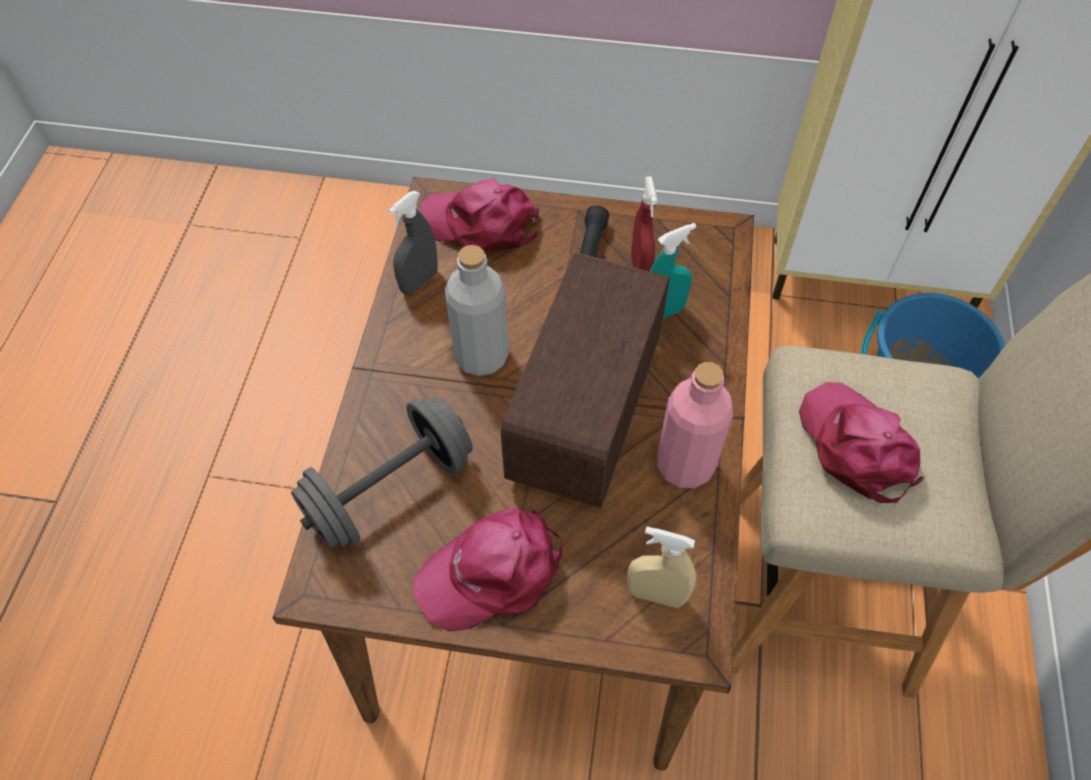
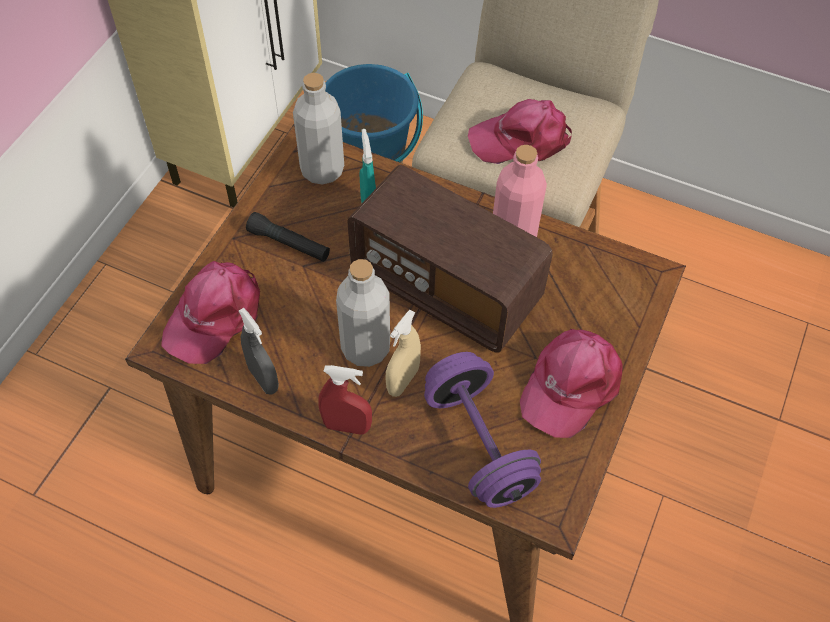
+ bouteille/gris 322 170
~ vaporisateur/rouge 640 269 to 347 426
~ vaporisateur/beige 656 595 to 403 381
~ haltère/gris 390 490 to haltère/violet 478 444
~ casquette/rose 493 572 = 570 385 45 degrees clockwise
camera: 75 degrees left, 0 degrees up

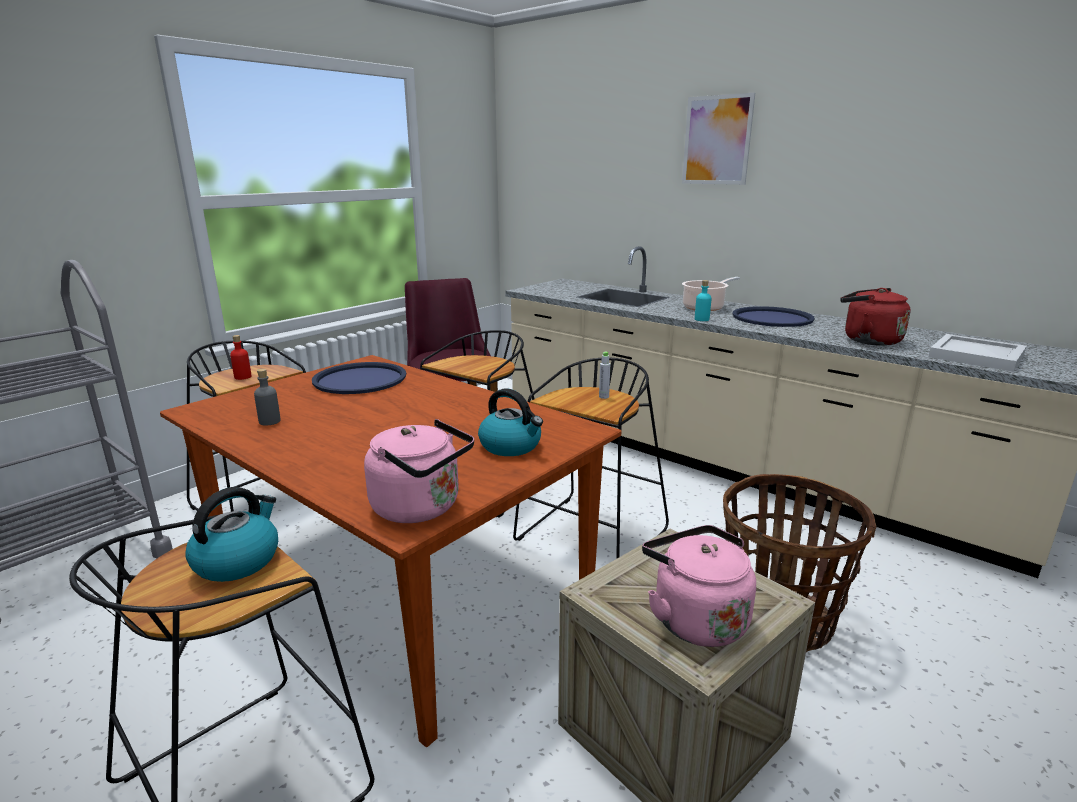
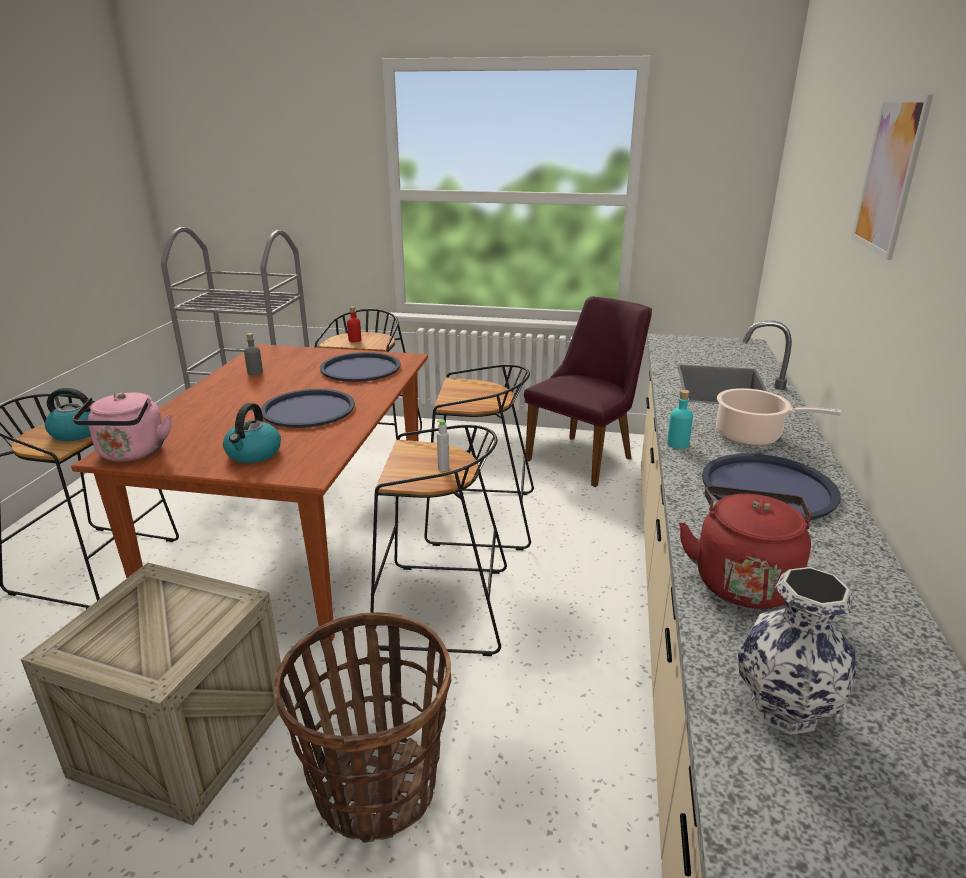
+ plateau/bleu 308 410
~ plateau/blanc 974 356 to vase 782 706
- bouilloire/rose 695 618
camera: 60 degrees right, 5 degrees up

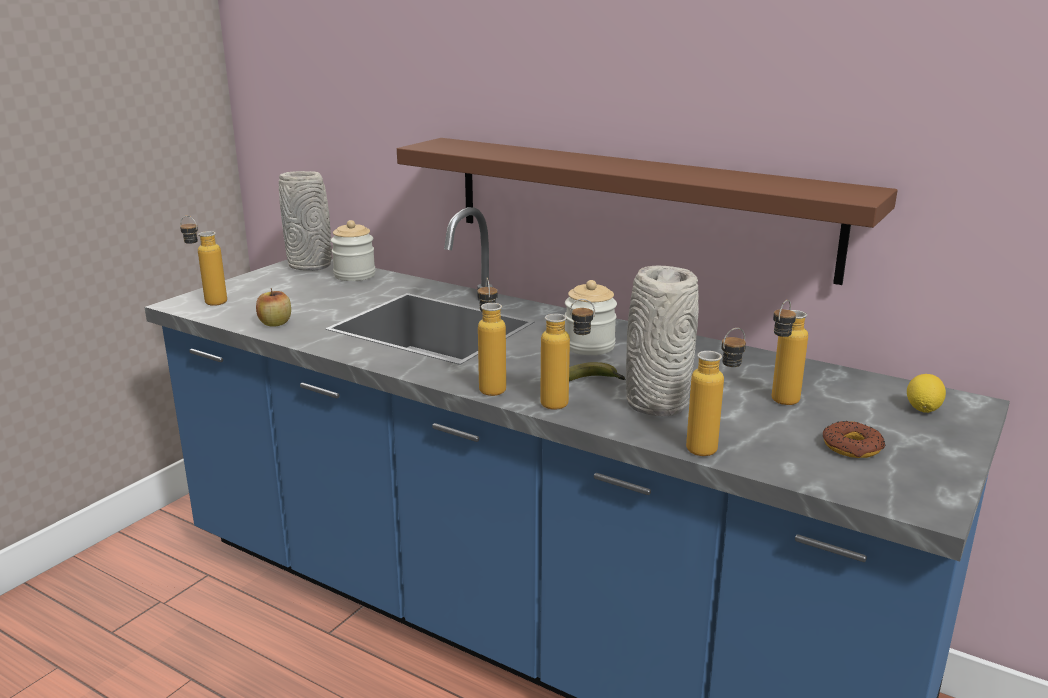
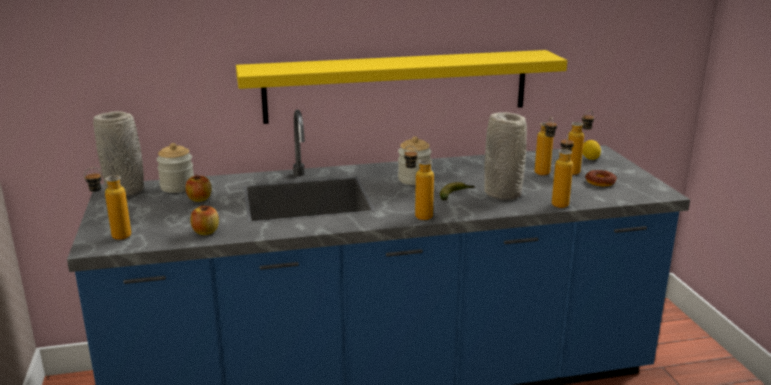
+ pomme 199 199
~ étagère/marron 636 205 to étagère/jaune 397 86
~ bouteille 566 405 to 577 171
camera: 45 degrees left, 0 degrees up

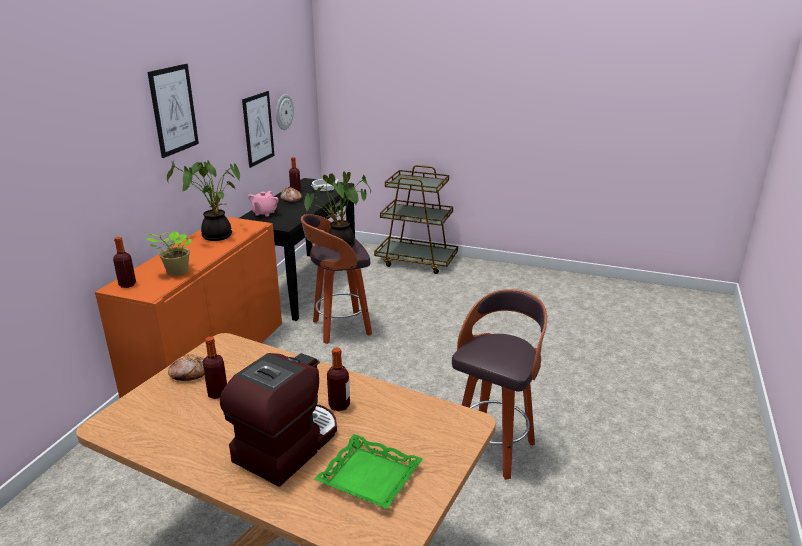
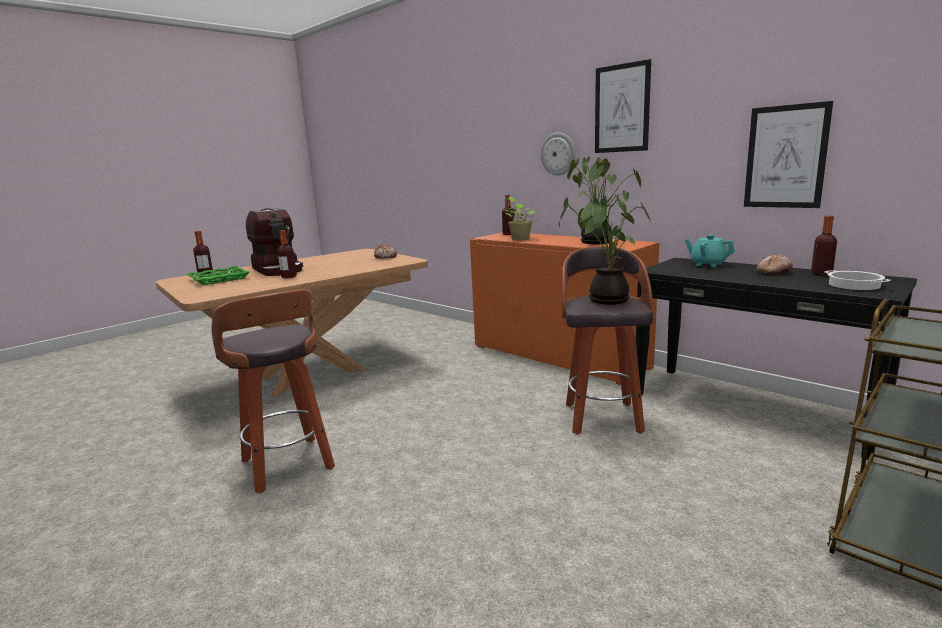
~ bouteille 218 393 to 205 275
~ horloge murale 283 112 to 558 154
~ théière/rose 264 213 to théière/turquoise 708 264
camera: 115 degrees right, 10 degrees down

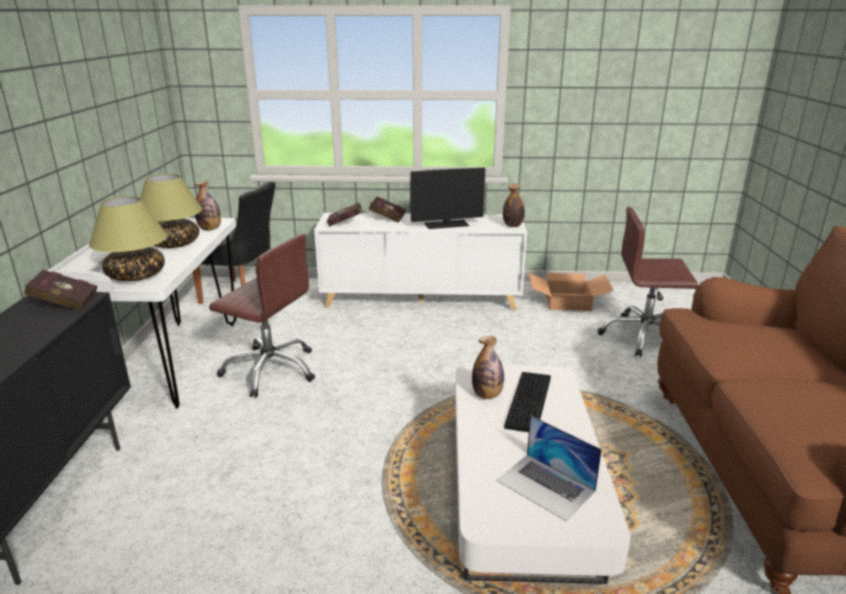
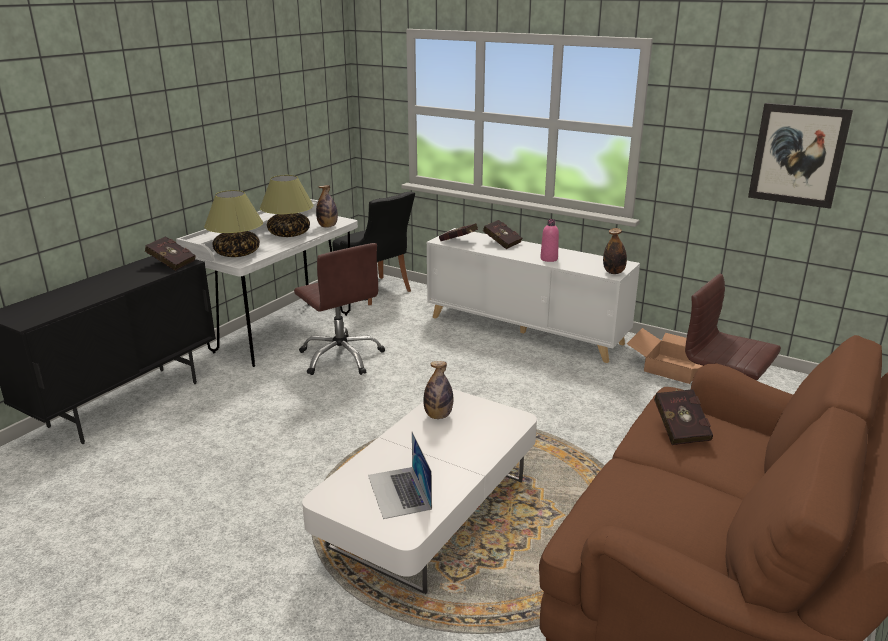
~ écran d'ordinateur 446 224 to bouteille/rose 549 259
+ livre/rouge 680 428
+ tableau 798 155
- clavier 530 403
camera: 30 degrees right, 0 degrees up

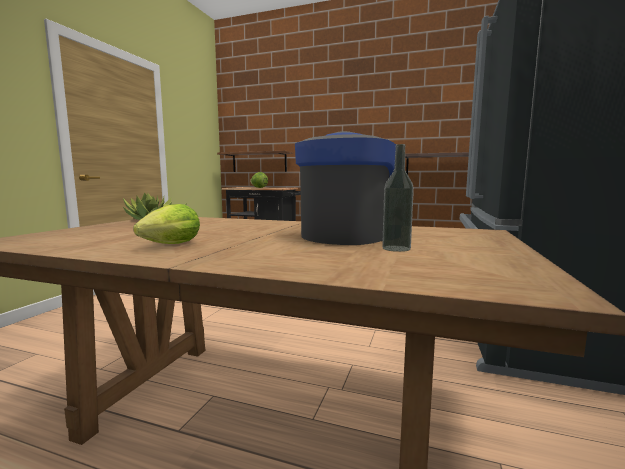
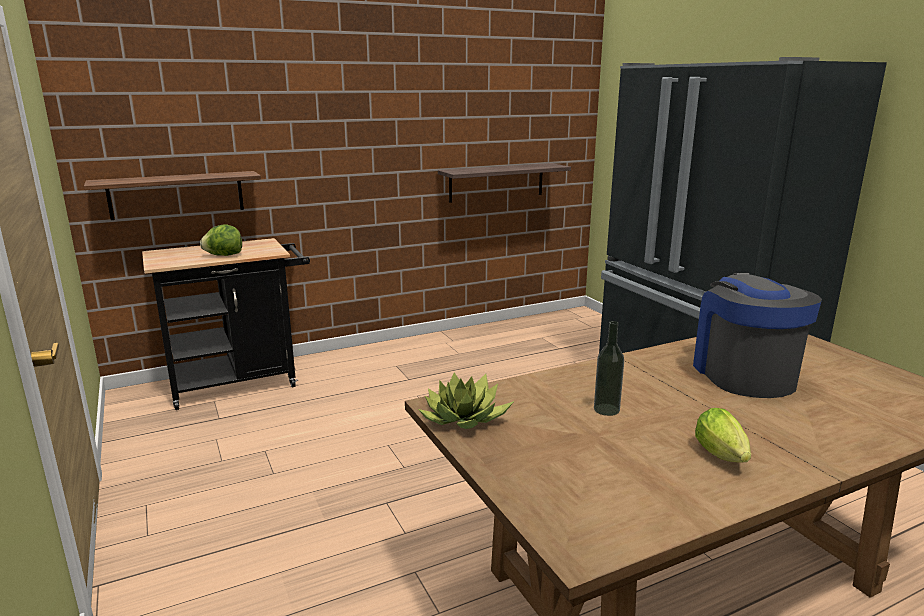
~ bouteille 396 248 to 606 409
camera: 45 degrees left, 10 degrees up

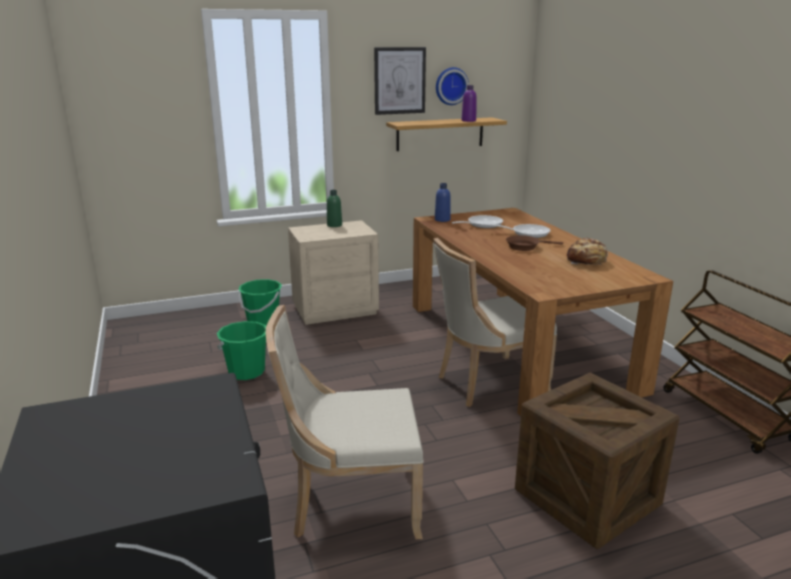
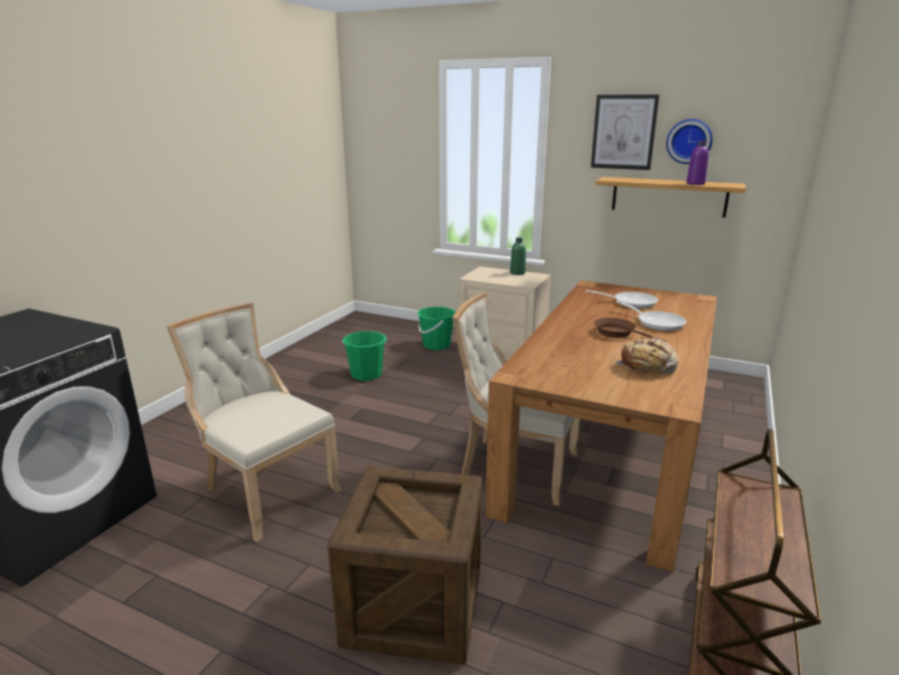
- bouteille/bleu 442 220
camera: 45 degrees right, 0 degrees up

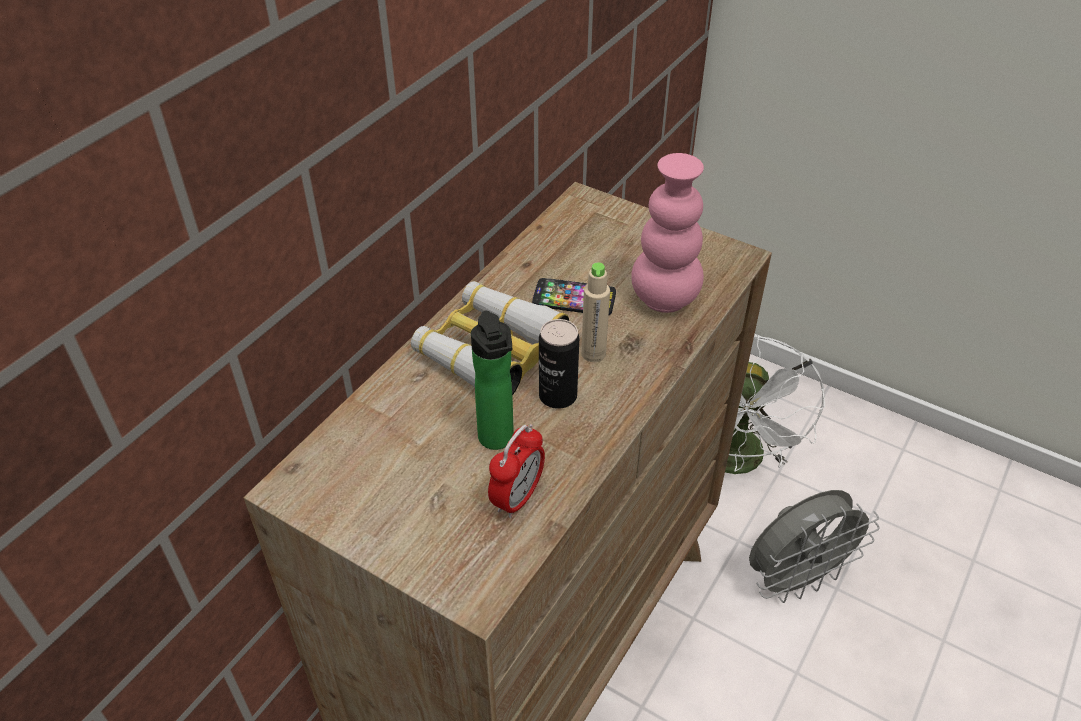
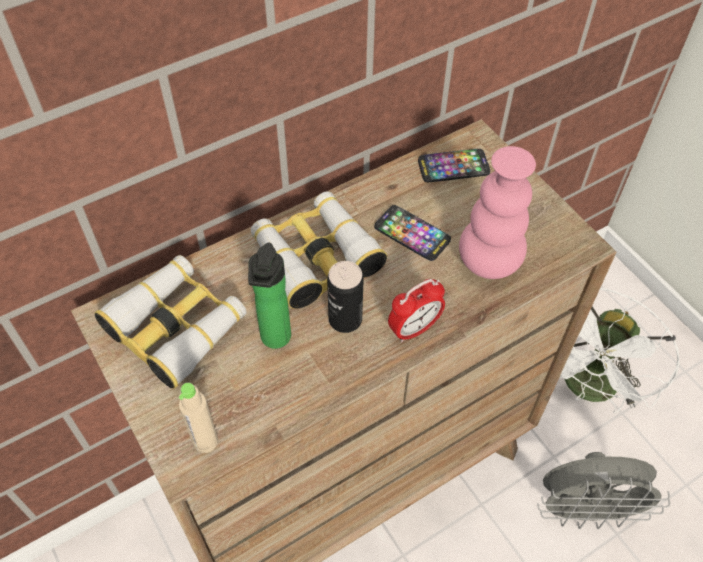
+ jumelles 176 326
~ bouteille/beige 593 353 to 205 441
~ réveil 517 498 to 414 329
+ téléphone 453 167
camera: 25 degrees right, 10 degrees up

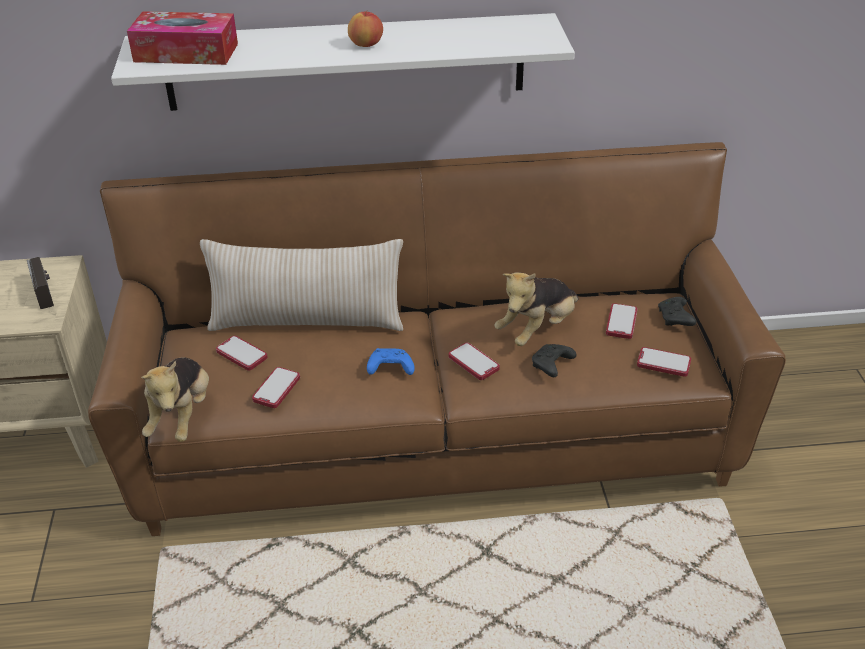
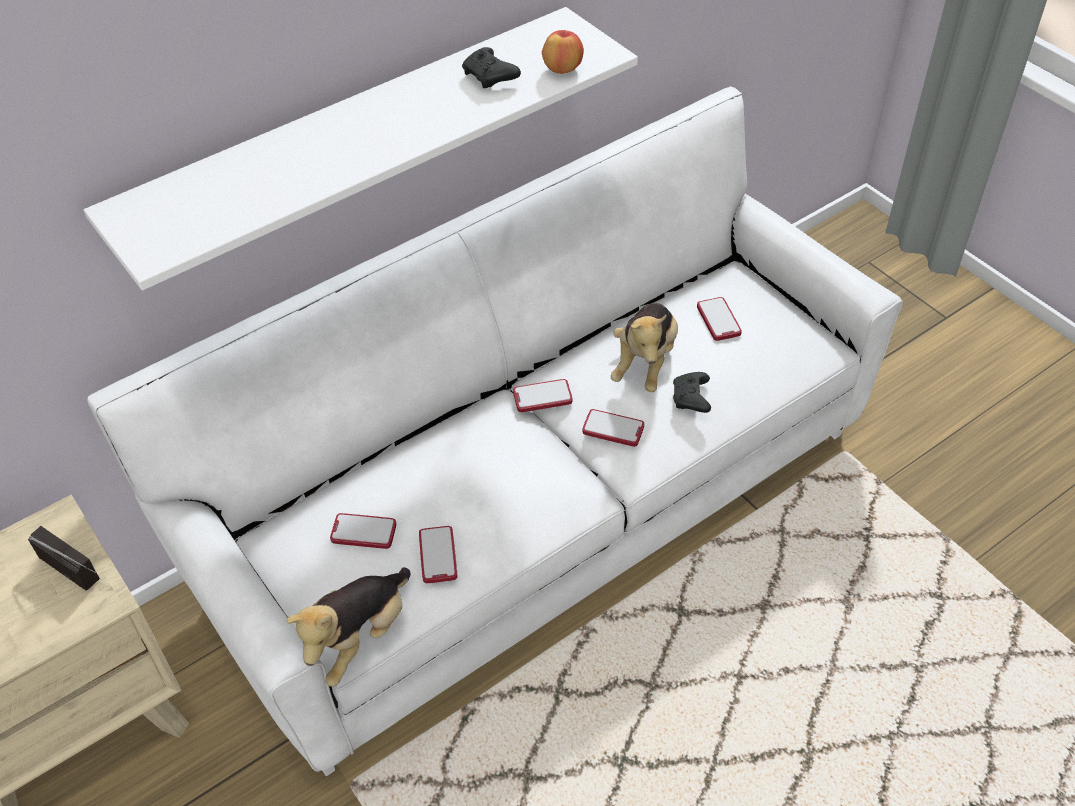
~ canapé/marron 434 436 to canapé/blanc 540 511
~ peluche 182 416 = 358 638 60 degrees clockwise
~ manette/noir 675 318 to 490 77
~ téléphone 663 363 to 542 397
~ pomme 366 45 to 562 69
- boîte à mouchoirs 186 53
- coussin/beige 307 321
- manette/bleu 389 368
camera: 30 degrees left, 10 degrees up

